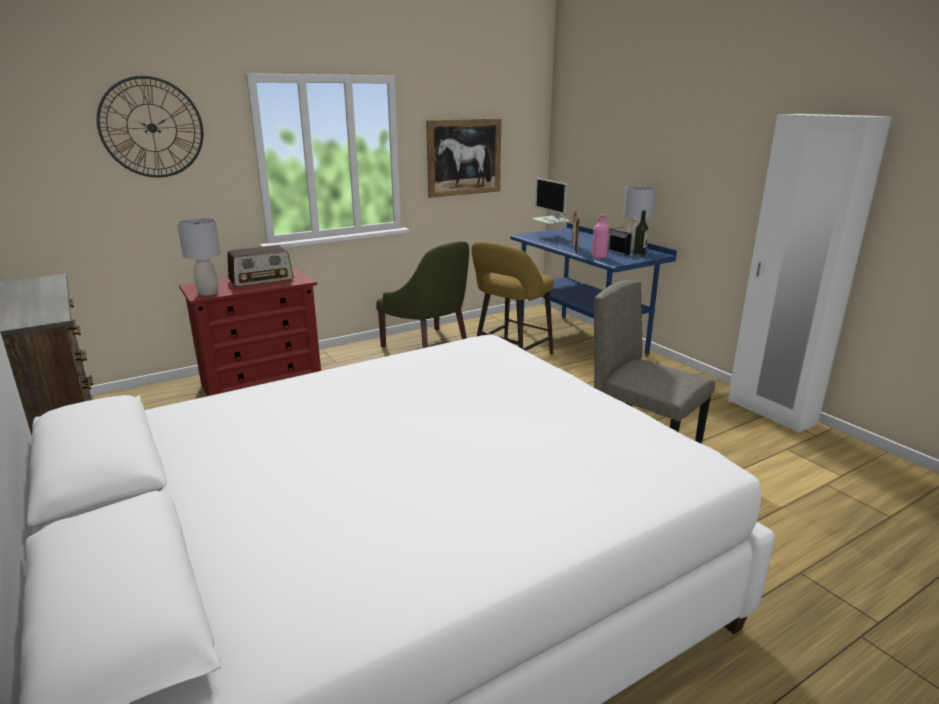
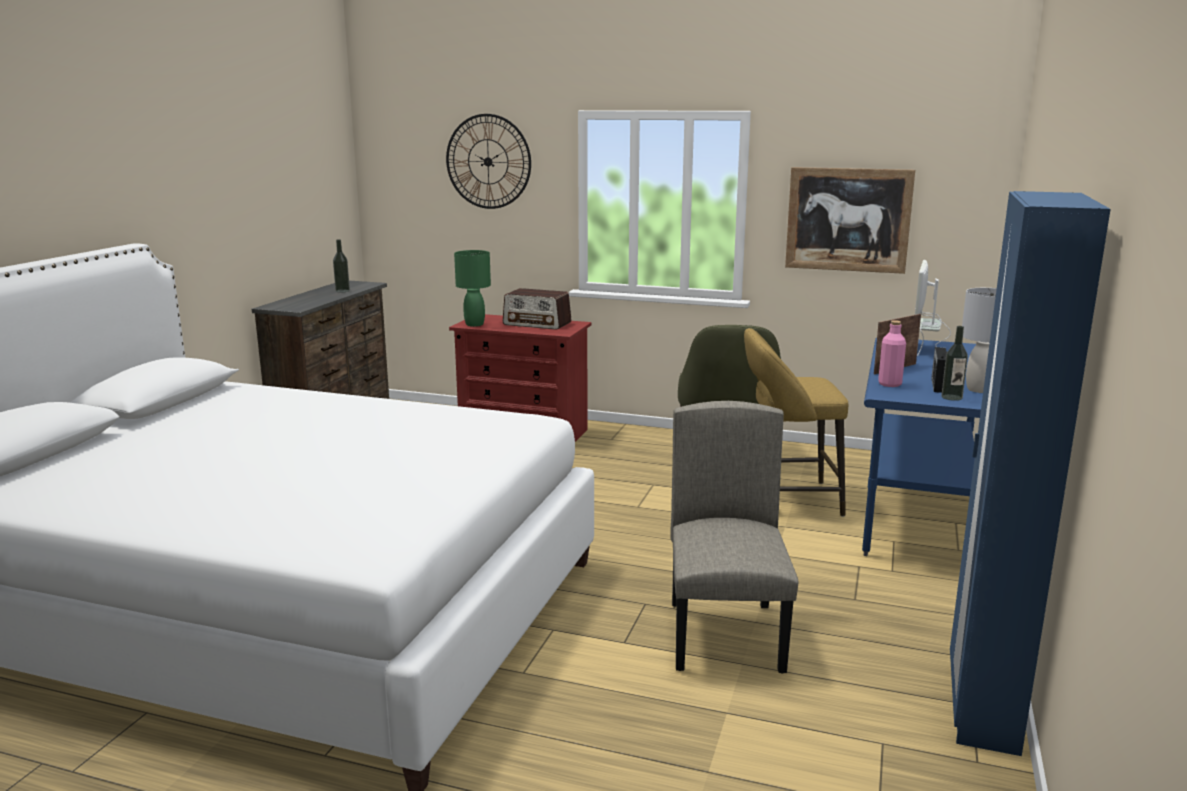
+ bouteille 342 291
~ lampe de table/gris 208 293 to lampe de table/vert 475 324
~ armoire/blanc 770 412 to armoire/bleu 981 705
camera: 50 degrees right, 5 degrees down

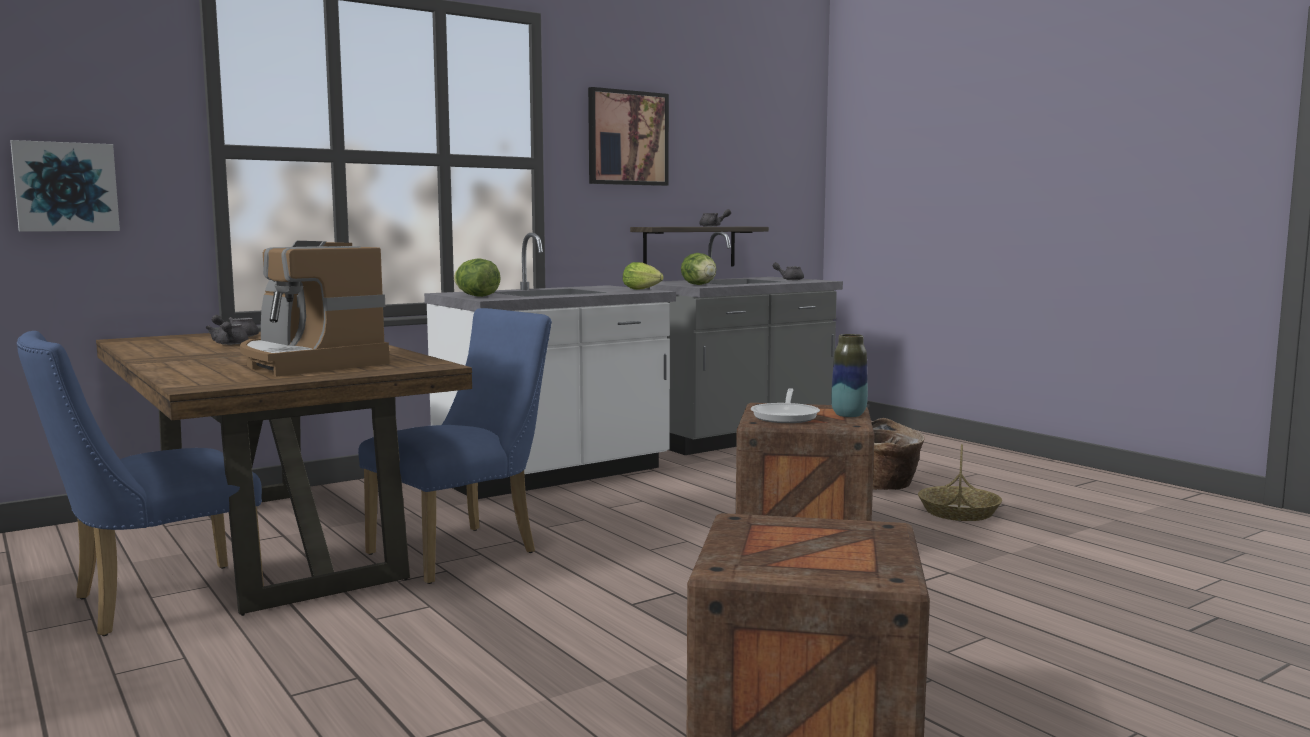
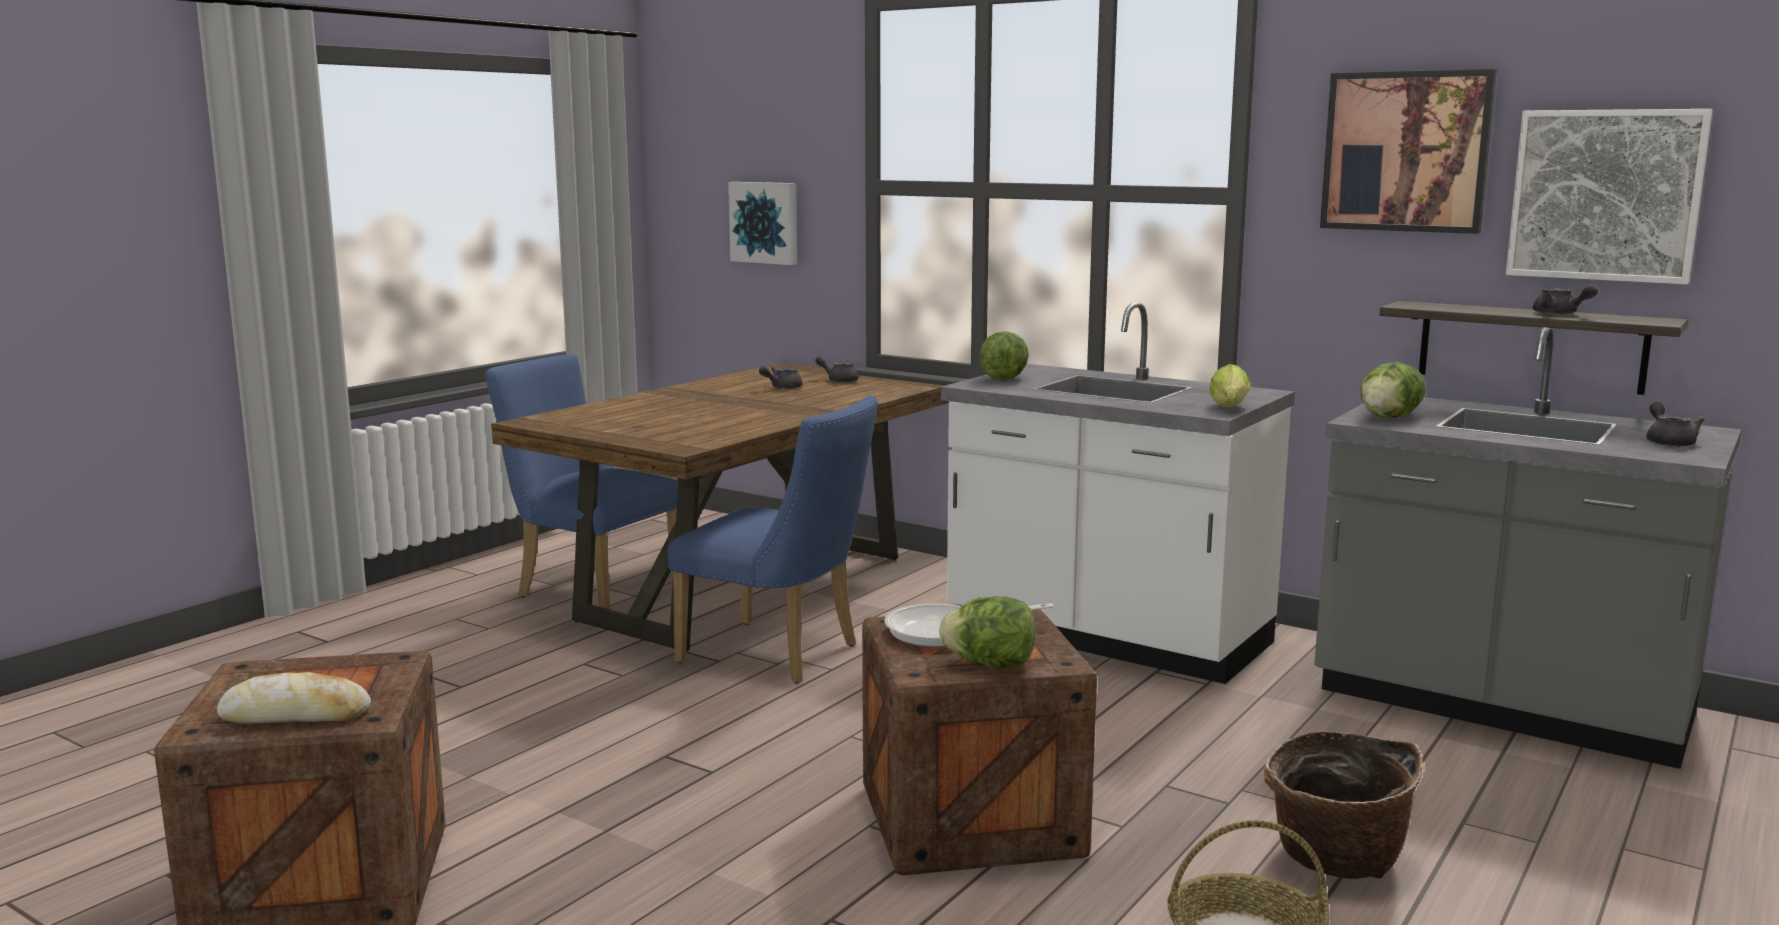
+ pain 296 716
~ vase 848 415 to laitue 990 664
+ tableau 1605 195
- machine à café 307 363
camera: 70 degrees right, 5 degrees up

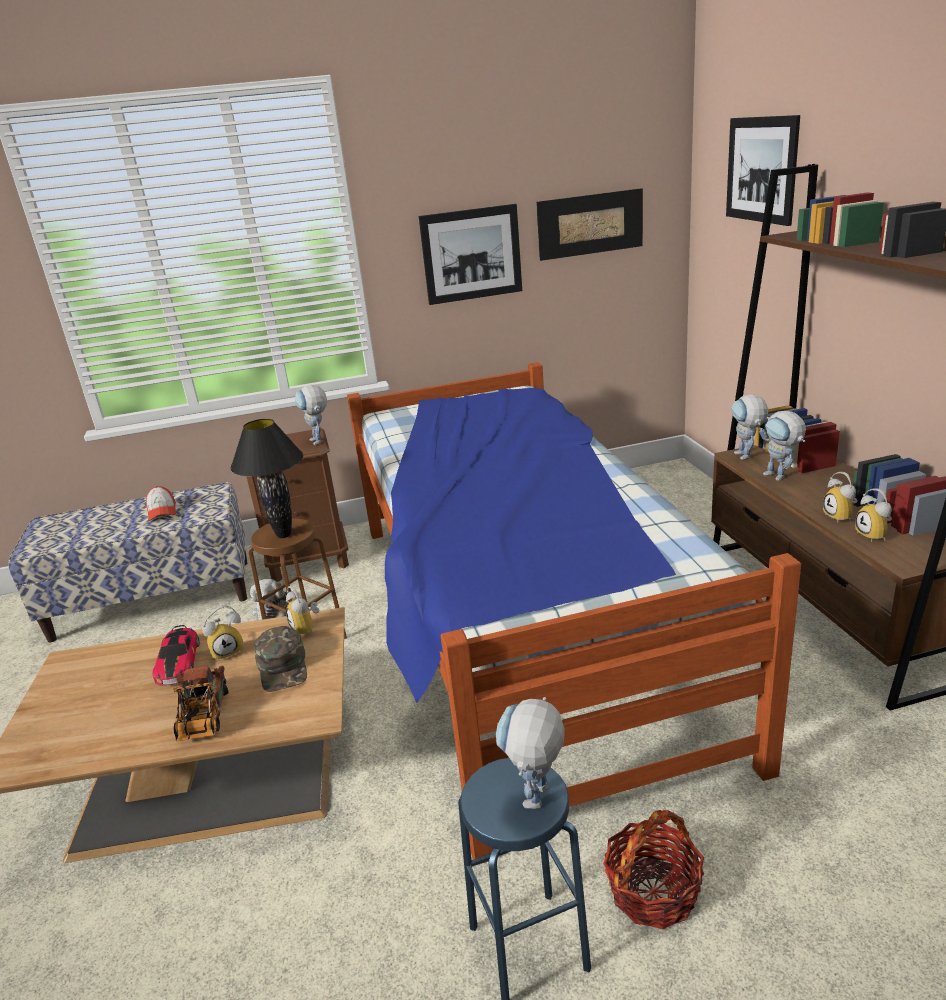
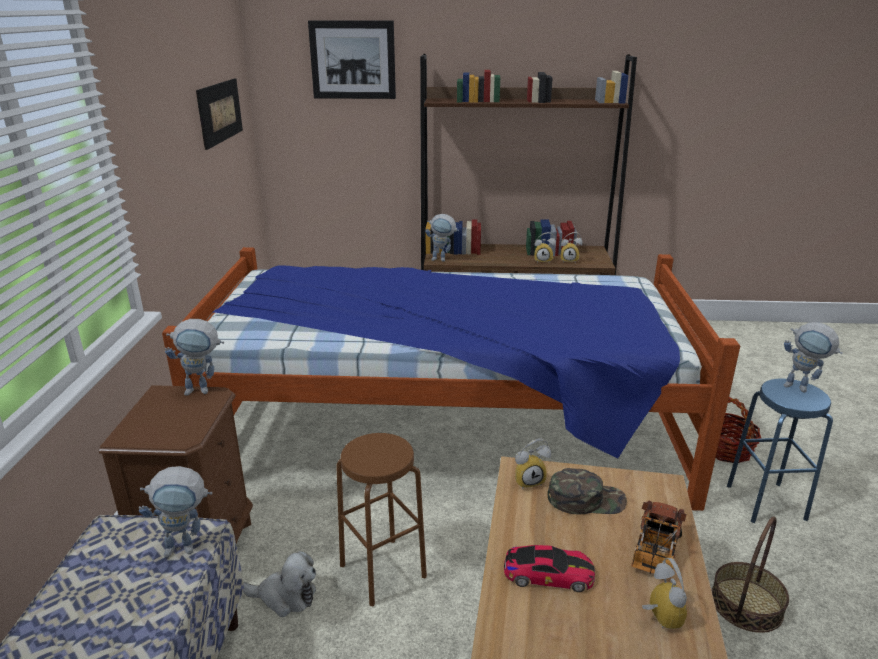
~ robot jouet 780 477 to 188 547
~ camion jouet 203 719 = 654 554 105 degrees clockwise
~ réveil 228 651 to 658 617
+ panier 746 604
- casquette 162 511
- lampe de table/noir 284 535
- tableau 471 254
camera: 75 degrees left, 0 degrees up

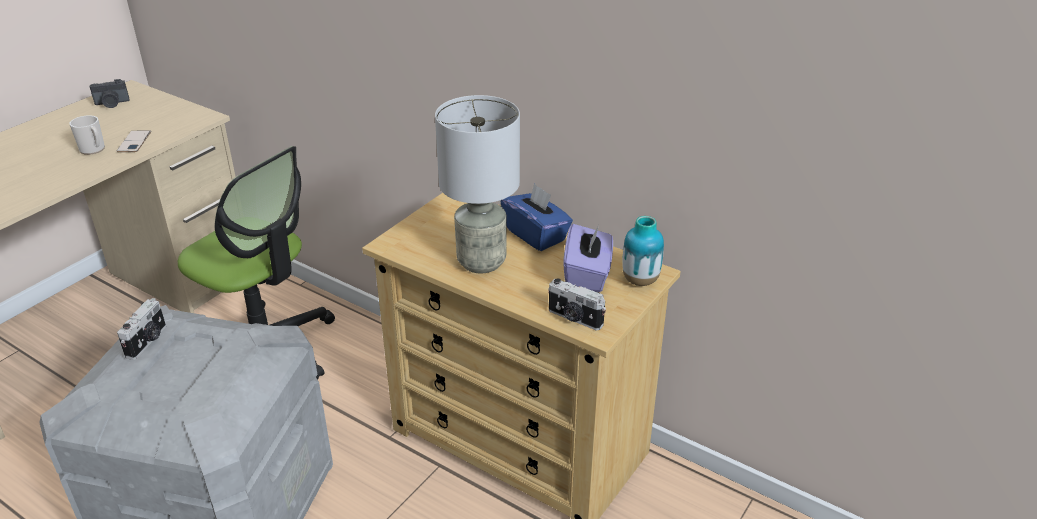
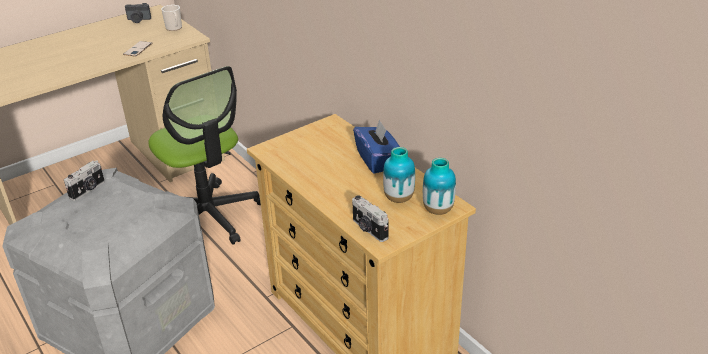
~ mug 94 150 to 174 28
~ boîte à mouchoirs/violet 587 275 to vase 398 198
- lampe de table/gris 480 262
camera: 20 degrees right, 0 degrees up

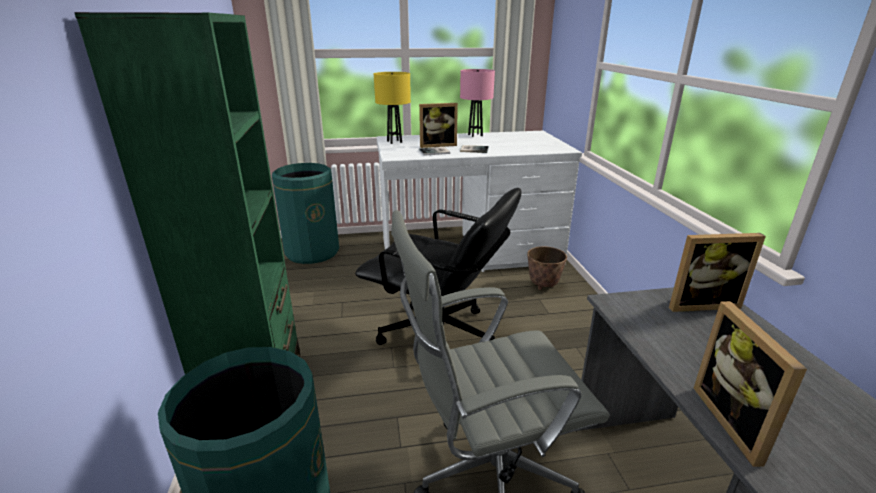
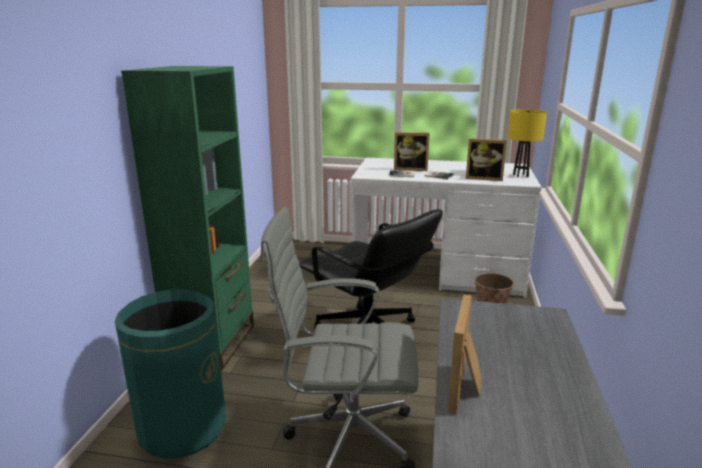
~ cadre photo 699 303 to 484 178
~ lampe de table/jaune 394 142 to 520 175
- poubelle/vert 312 252
- lampe de table/rose 475 135
camera: 20 degrees right, 5 degrees down

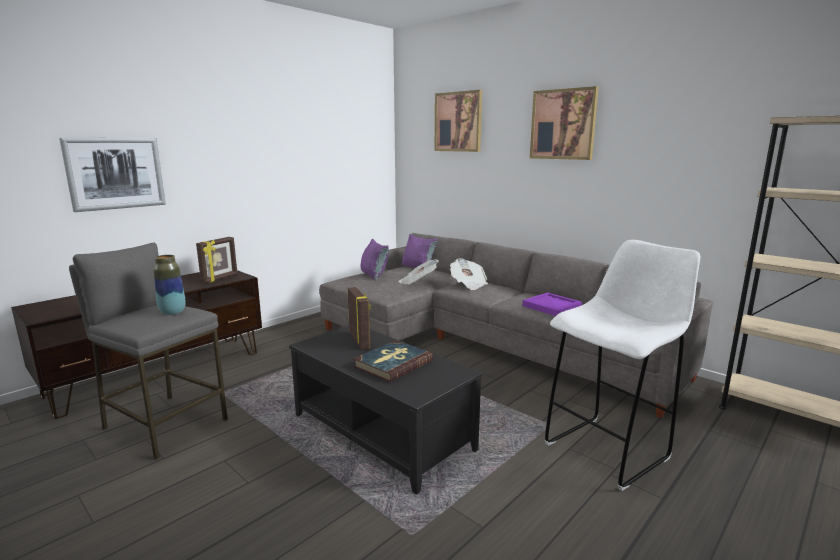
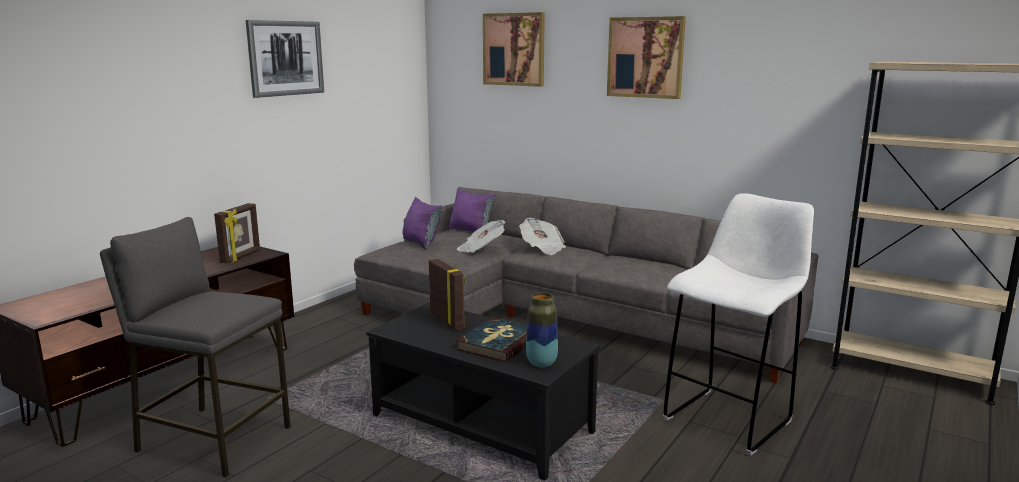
~ tableau 115 173 to 285 58
~ vase 172 312 to 541 363
- plateau/violet 552 306
camera: 10 degrees left, 0 degrees up

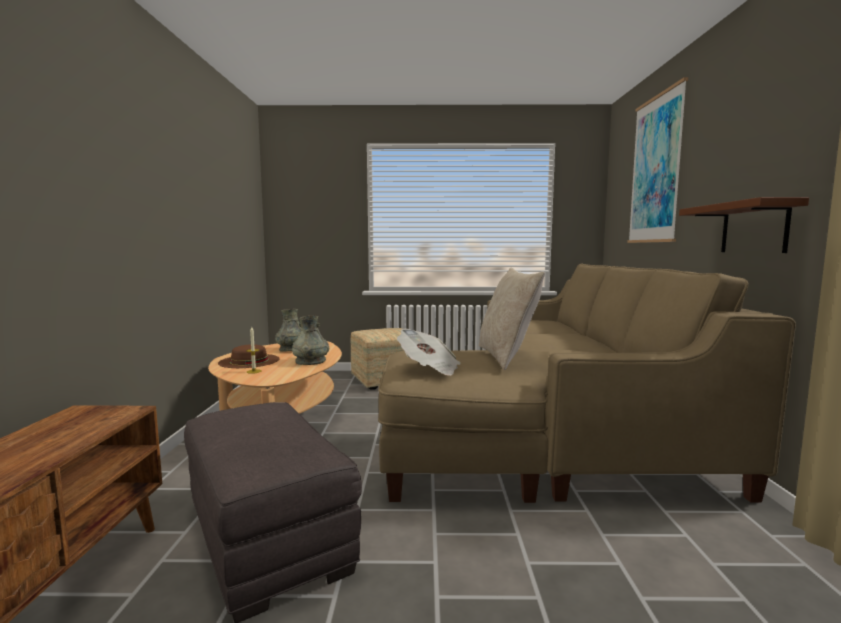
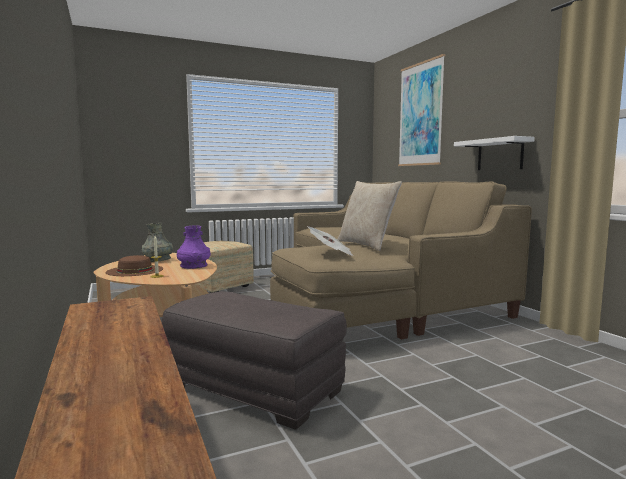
~ vase/gris 311 361 to vase/violet 194 266
~ étagère/marron 754 228 to étagère/blanc 500 154
camera: 25 degrees left, 0 degrees up

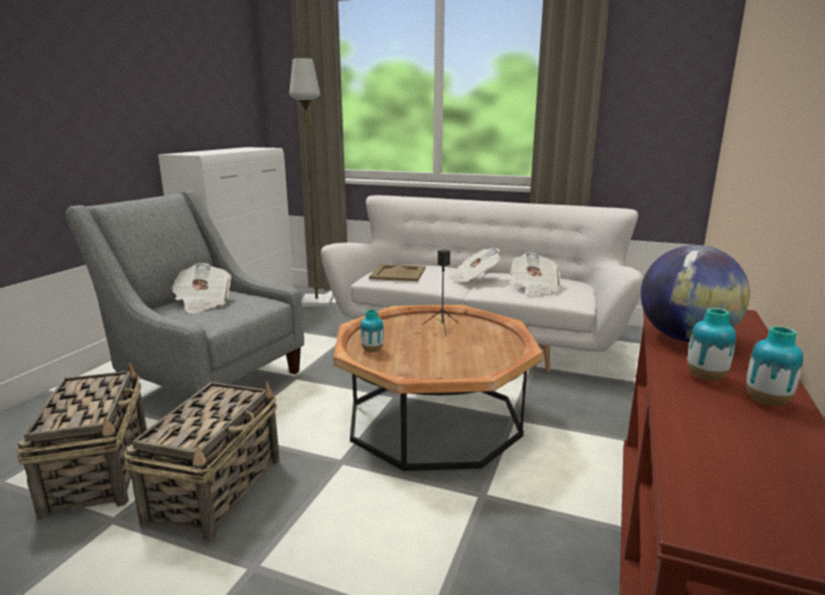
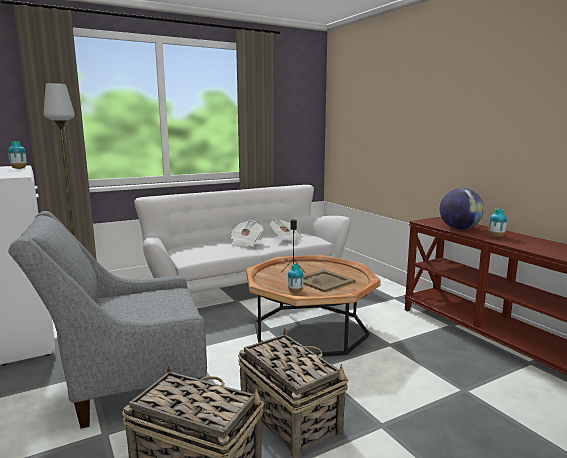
~ vase 766 401 to 19 168
~ plateau/beige 398 273 to 324 280
- journal 203 303
camera: 50 degrees left, 5 degrees down

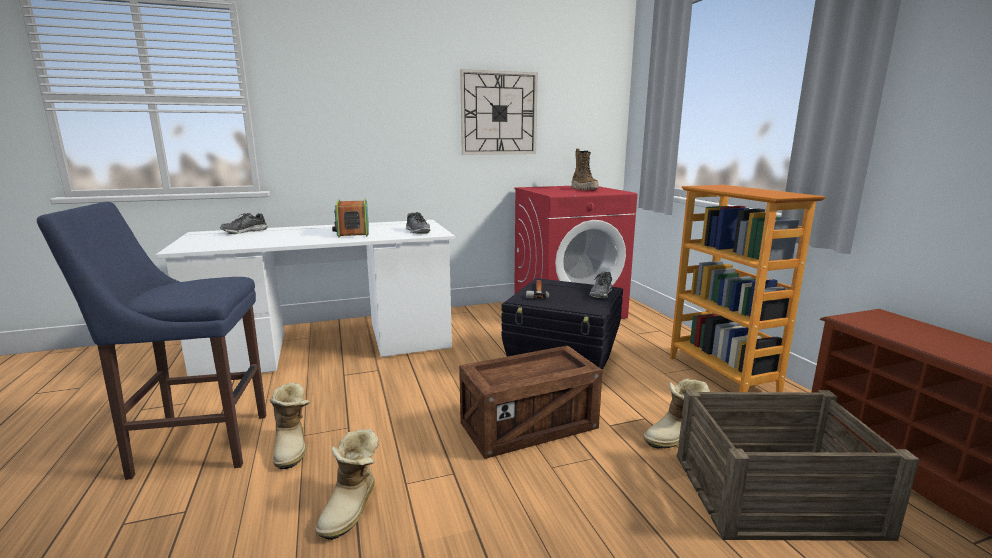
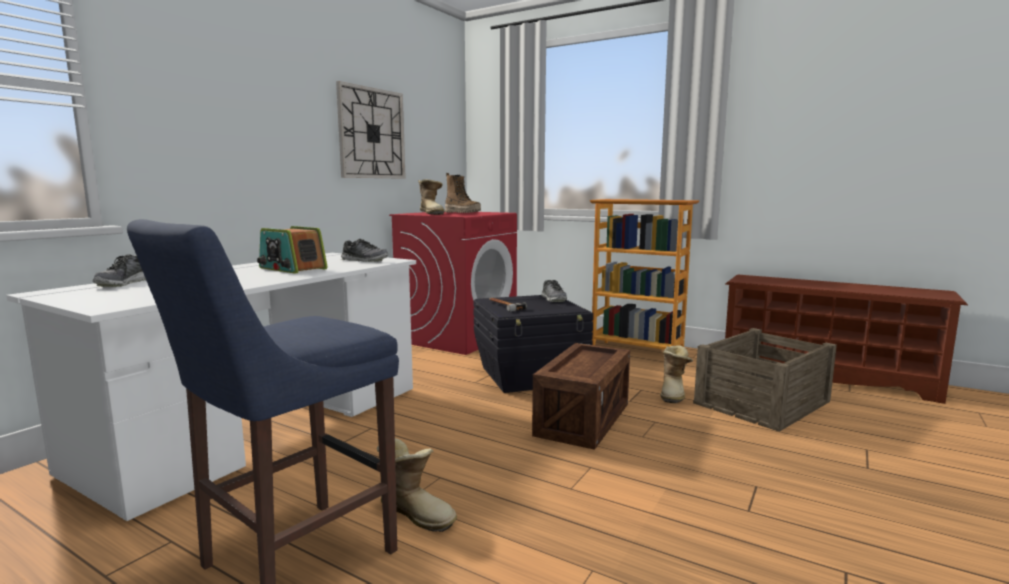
~ botte 352 508 to 432 213
camera: 40 degrees left, 5 degrees down

